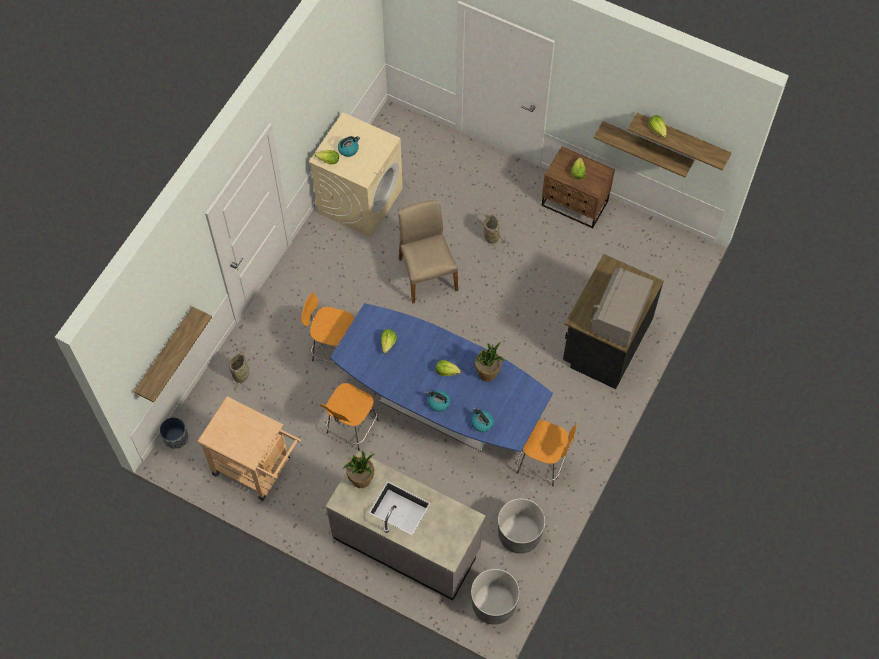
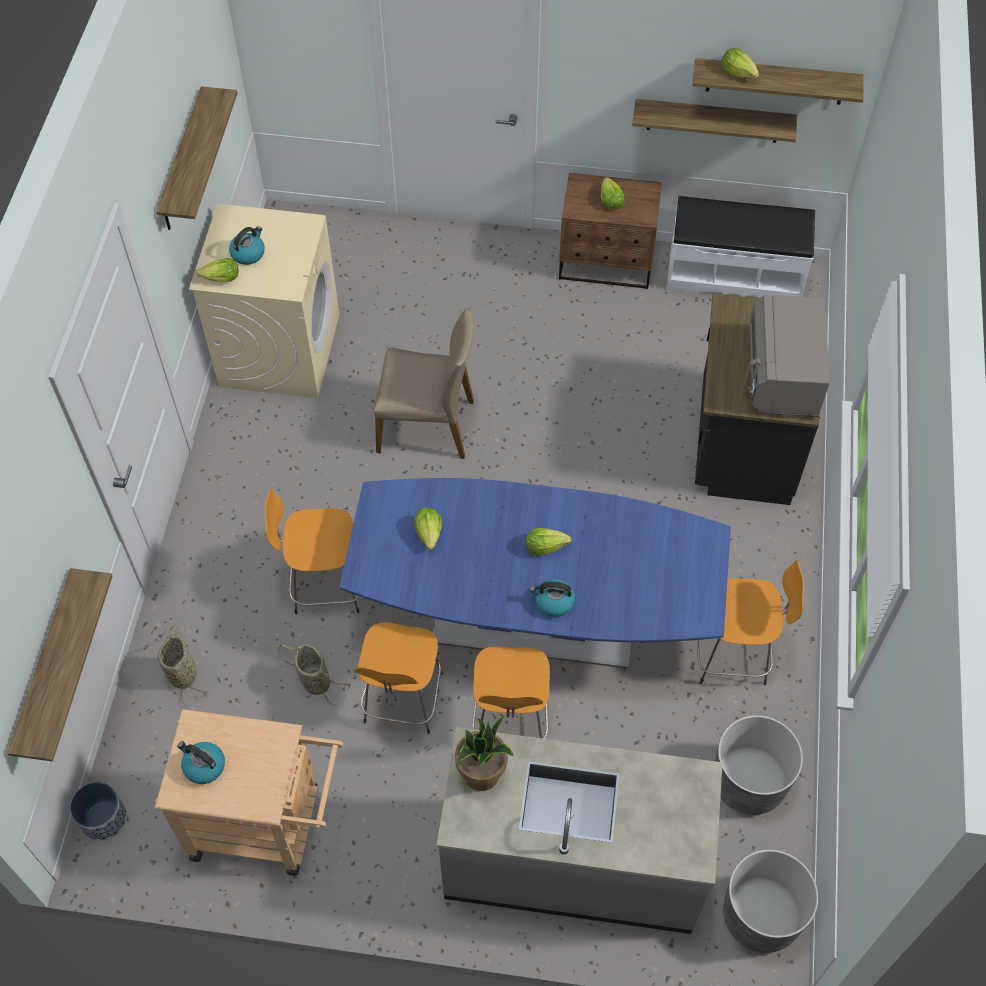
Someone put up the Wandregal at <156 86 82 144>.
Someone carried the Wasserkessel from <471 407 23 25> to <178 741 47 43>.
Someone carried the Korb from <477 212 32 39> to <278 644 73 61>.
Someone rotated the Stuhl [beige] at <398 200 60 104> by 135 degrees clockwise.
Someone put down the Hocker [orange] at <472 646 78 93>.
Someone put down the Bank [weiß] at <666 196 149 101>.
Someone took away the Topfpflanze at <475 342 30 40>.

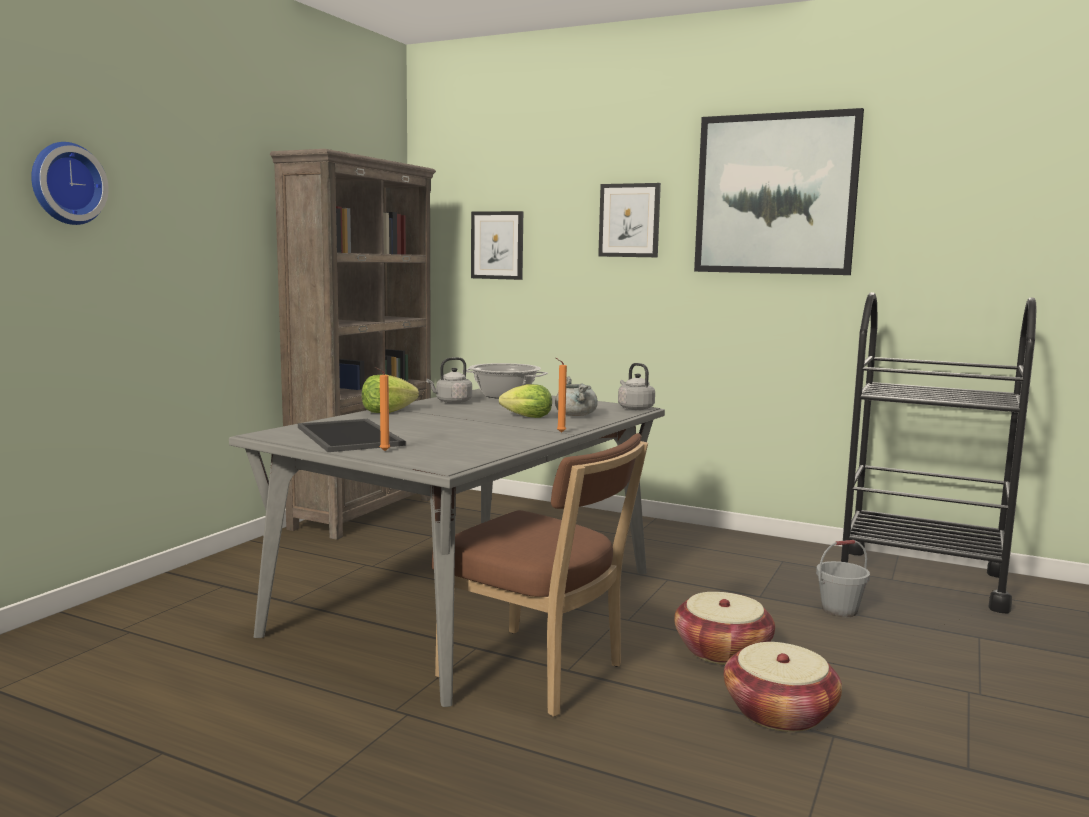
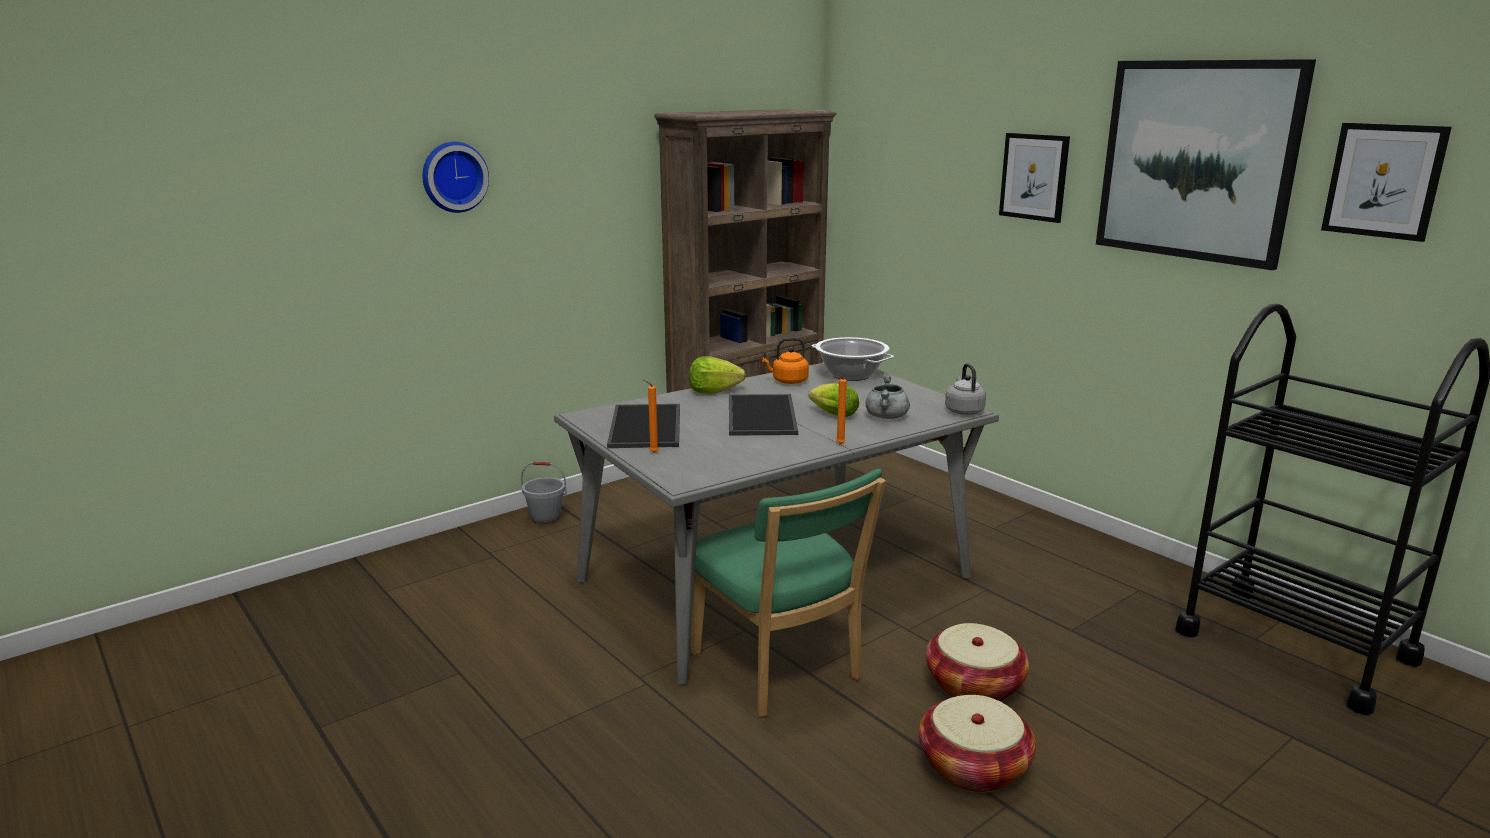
Someone carried the Eimer [grau] from <816 540 54 77> to <521 462 46 62>.
Someone repainted the Stuhl [braun] at <431 433 217 284>, which became the Stuhl [grün] at <691 469 195 248>.
Someone put down the Tablett at <729 394 69 42>.
Someone repainted the Wasserkessel [grau] at <426 357 46 47>, which became the Wasserkessel [orange] at <762 338 47 46>.
Someone carried the Bild from <471 211 52 69> to <1321 123 131 119>.

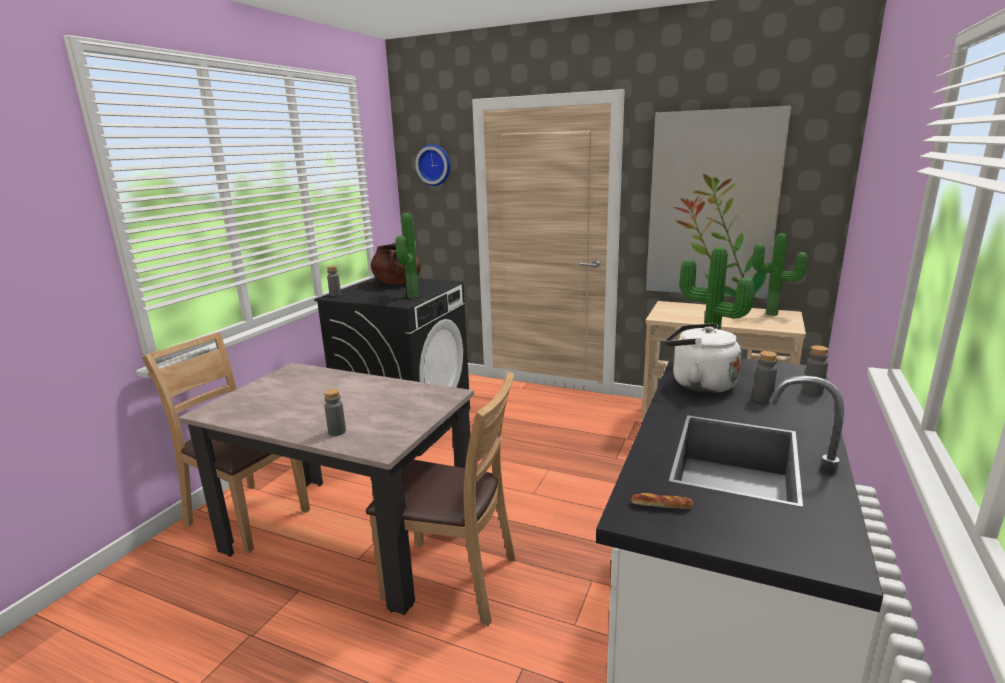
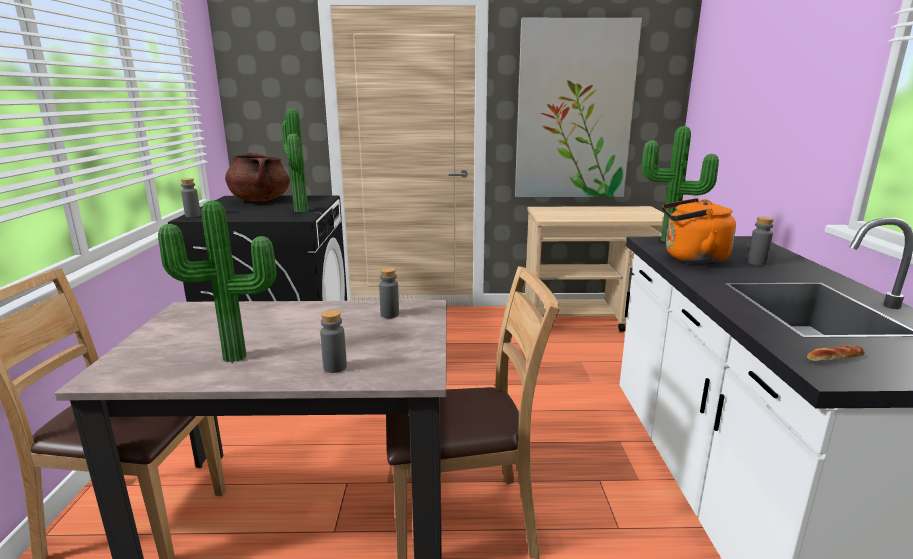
Someone carried the Topfpflanze from <752 233 56 83> to <158 201 119 161>.
Someone carried the Flasche [grau] from <803 345 25 51> to <379 267 20 51>.
Someone repainted the Wasserkessel [weiß] at <665 323 76 70>, which became the Wasserkessel [orange] at <662 198 74 66>.
Someone took away the Wanduhr at <415 144 35 42>.

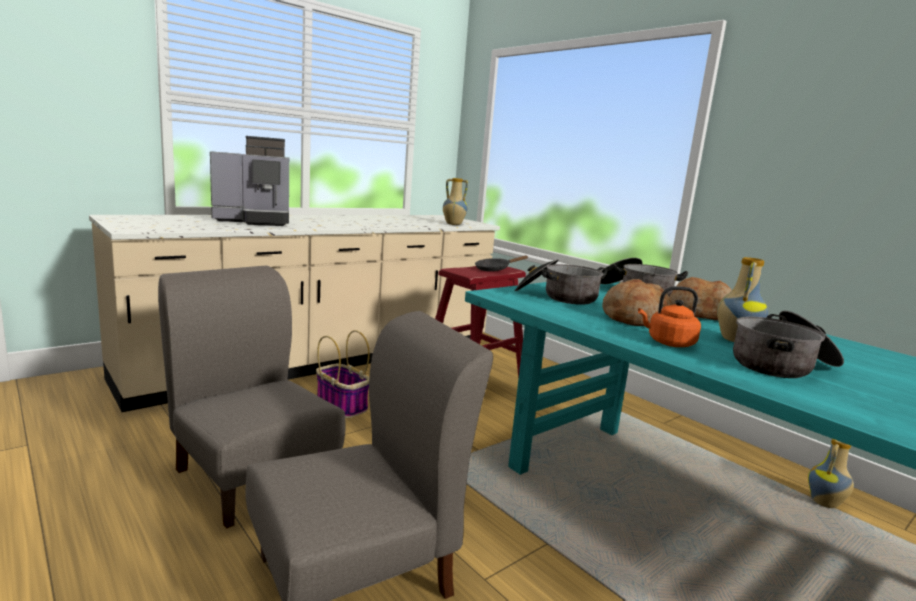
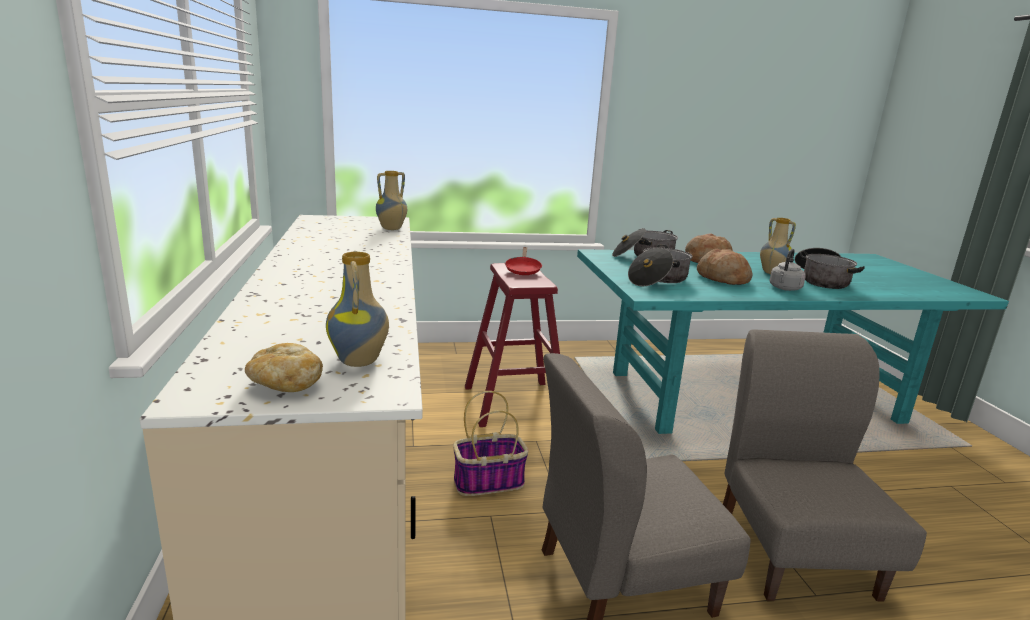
Someone put down the Brot at <245 343 78 49>.
Someone carried the Vase from <808 439 46 69> to <326 251 63 116>.
Someone repainted the Pfanne [schwarz] at <475 256 53 15>, which became the Pfanne [rot] at <505 247 38 28>.
Someone repainted the Wasserkessel [orange] at <638 286 63 61>, which became the Wasserkessel [grau] at <769 249 37 42>.
Someone took away the Kaffeemaschine at <210 136 79 90>.

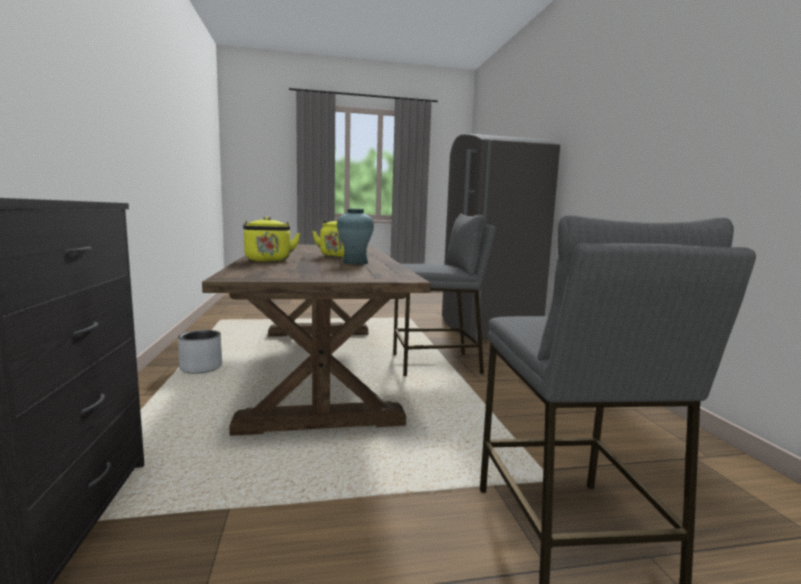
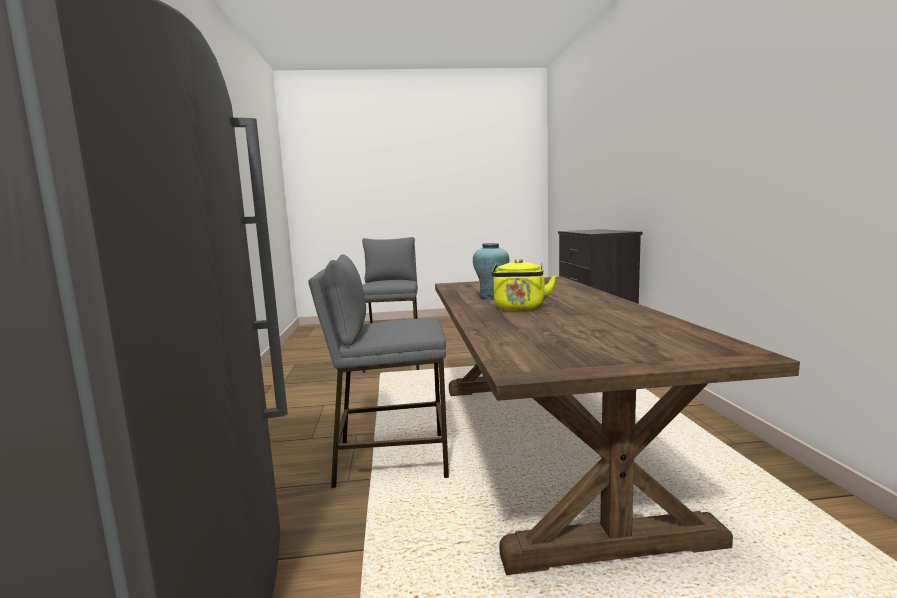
Someone took away the Pflanzkübel [grau] at <178 330 44 44>.
Someone took away the Wasserkessel [gelb] at <243 217 57 45>.

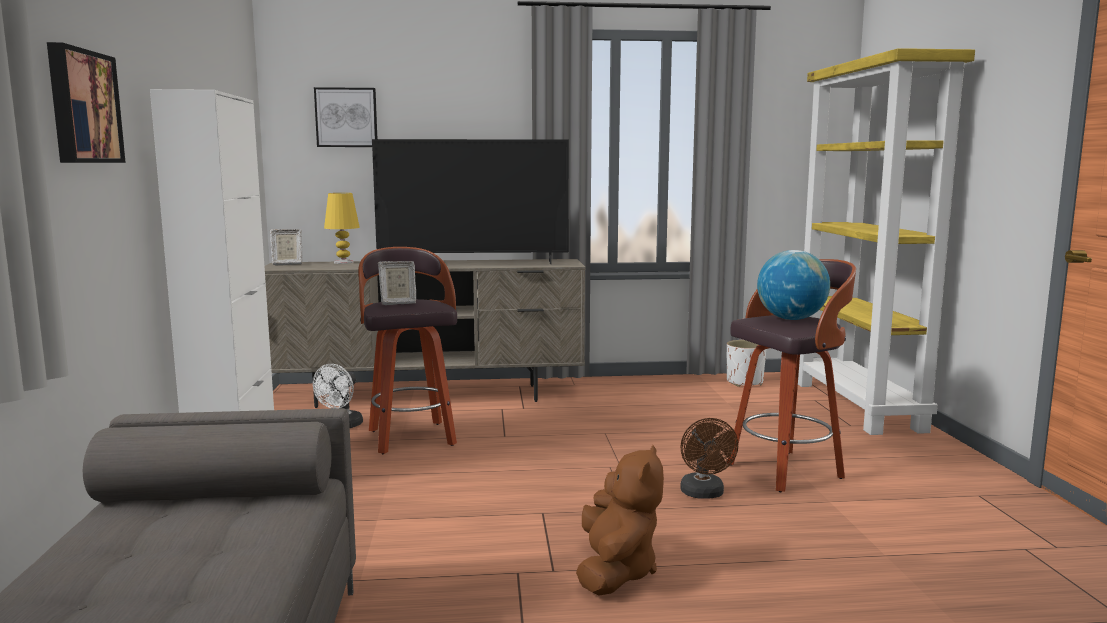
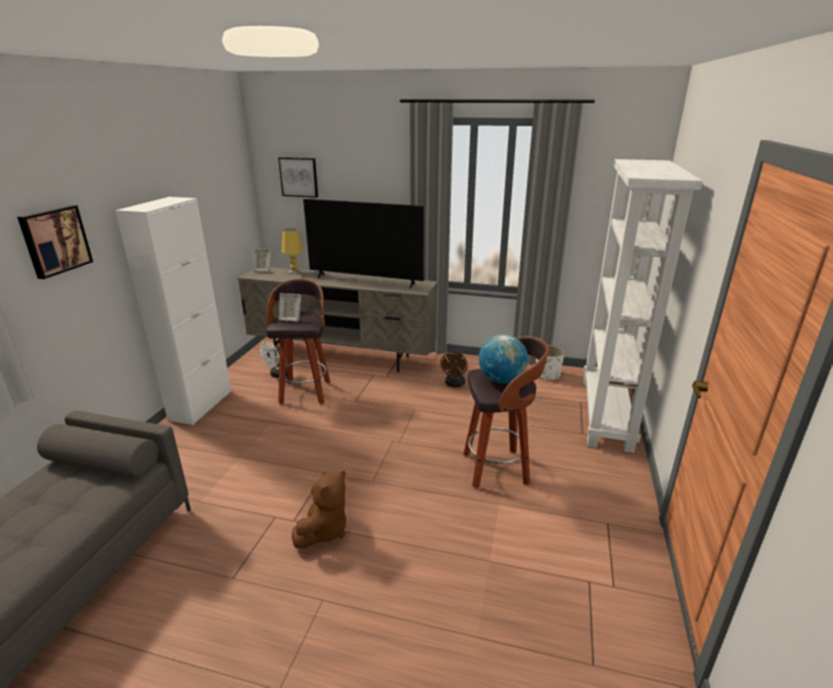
Someone carried the Ventilator [braun] from <680 418 58 81> to <440 351 28 36>.
Someone repainted the Bücherregal [gelb] at <798 48 177 387>, which became the Bücherregal [weiß] at <583 159 120 294>.

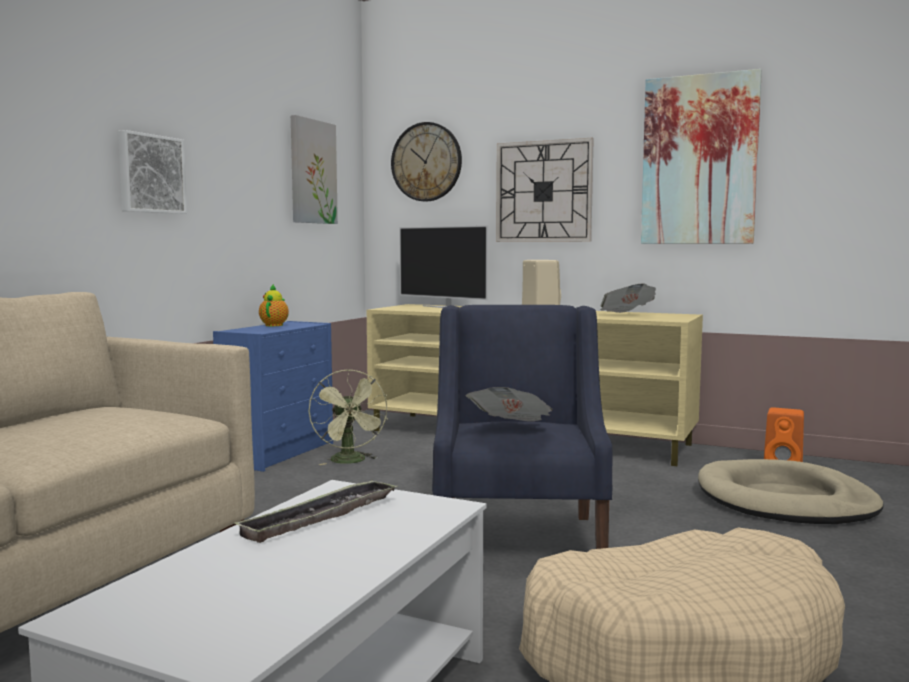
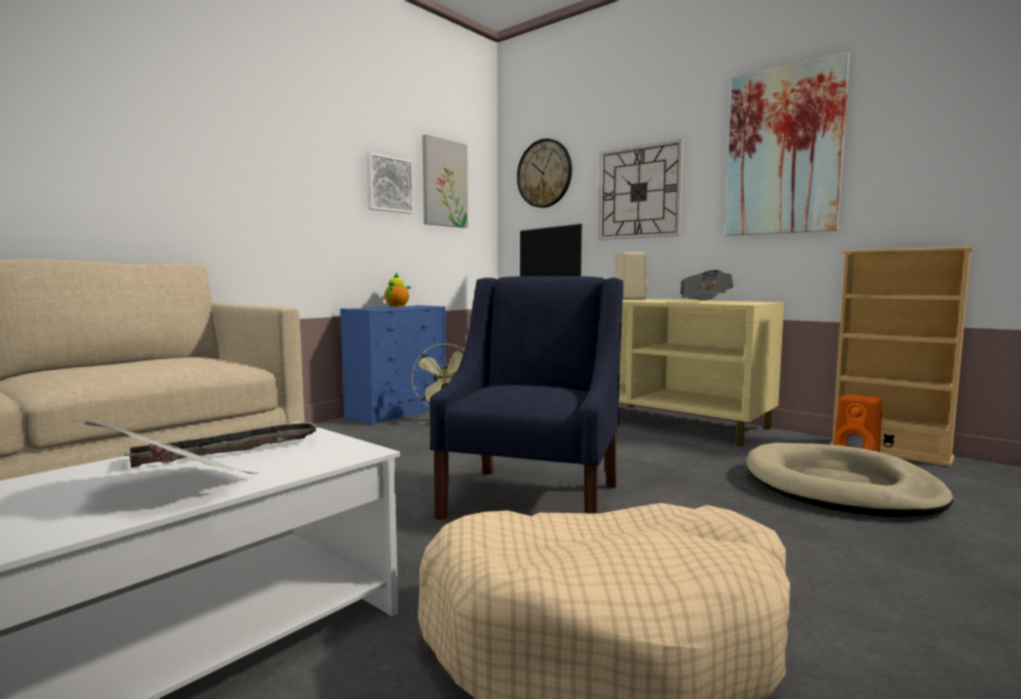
Someone carried the Zeitung from <466 387 87 34> to <77 420 176 54>.
Someone carried the Bild from <118 130 69 84> to <366 153 48 61>.
Someone put down the Bücherregal [beige] at <830 247 144 220>.

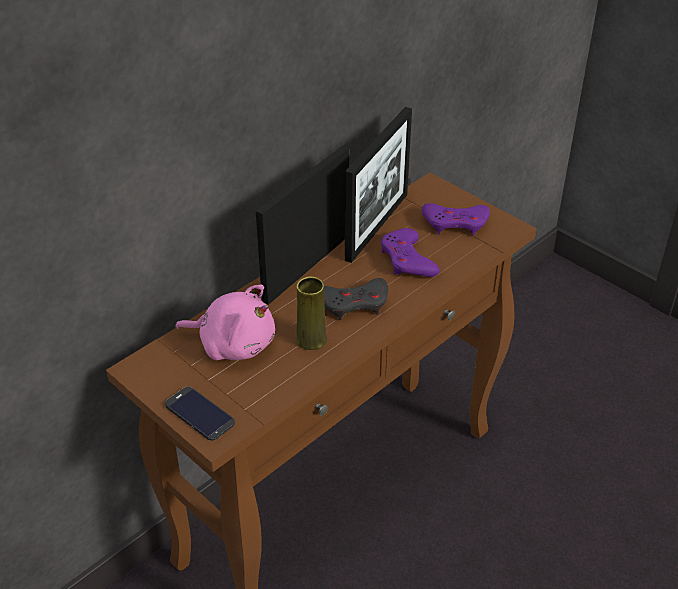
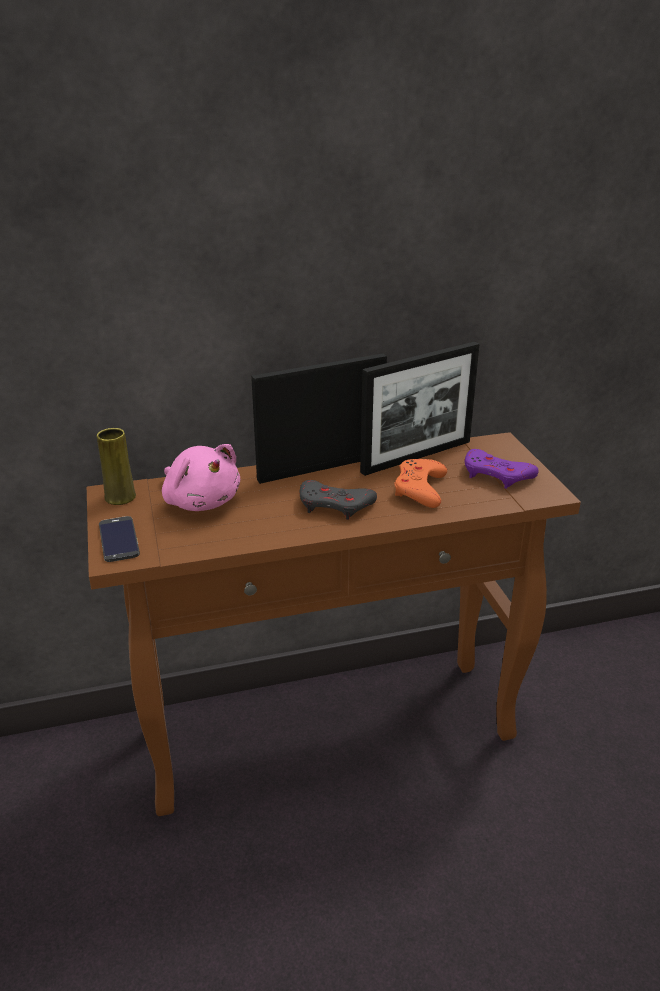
Someone carried the Vase [gelb] from <296 277 31 73> to <97 428 39 77>.
Someone repainted the Gamepad [lila] at <381 228 59 49>, which became the Gamepad [orange] at <395 459 52 49>.

